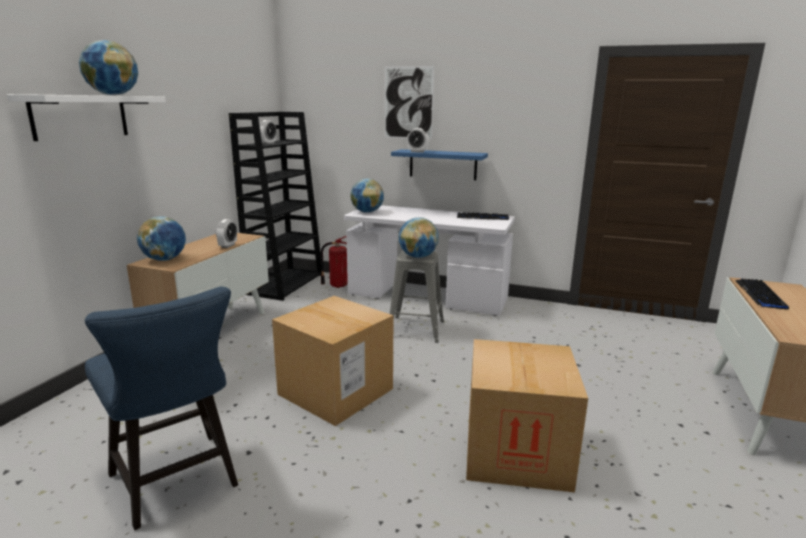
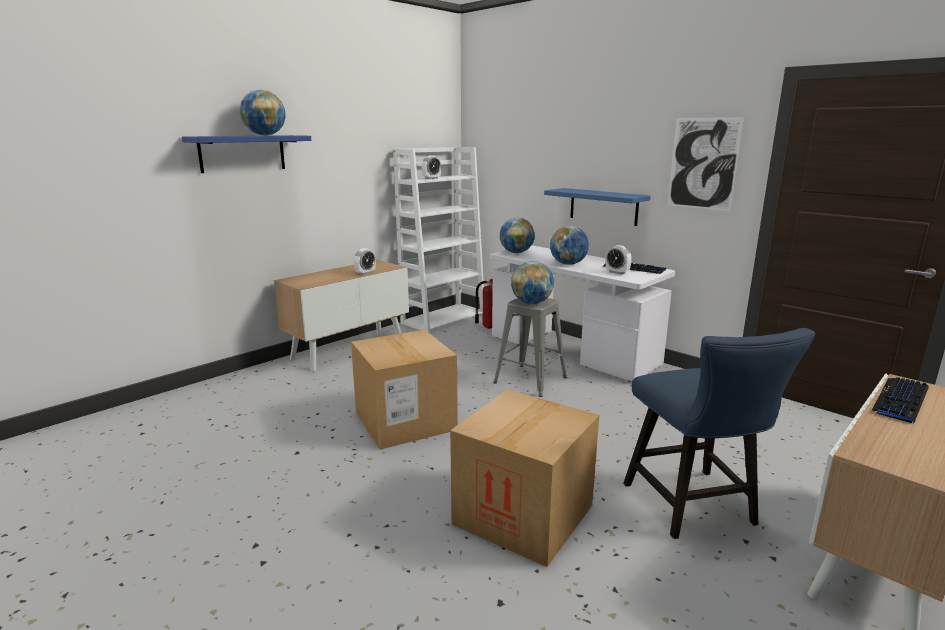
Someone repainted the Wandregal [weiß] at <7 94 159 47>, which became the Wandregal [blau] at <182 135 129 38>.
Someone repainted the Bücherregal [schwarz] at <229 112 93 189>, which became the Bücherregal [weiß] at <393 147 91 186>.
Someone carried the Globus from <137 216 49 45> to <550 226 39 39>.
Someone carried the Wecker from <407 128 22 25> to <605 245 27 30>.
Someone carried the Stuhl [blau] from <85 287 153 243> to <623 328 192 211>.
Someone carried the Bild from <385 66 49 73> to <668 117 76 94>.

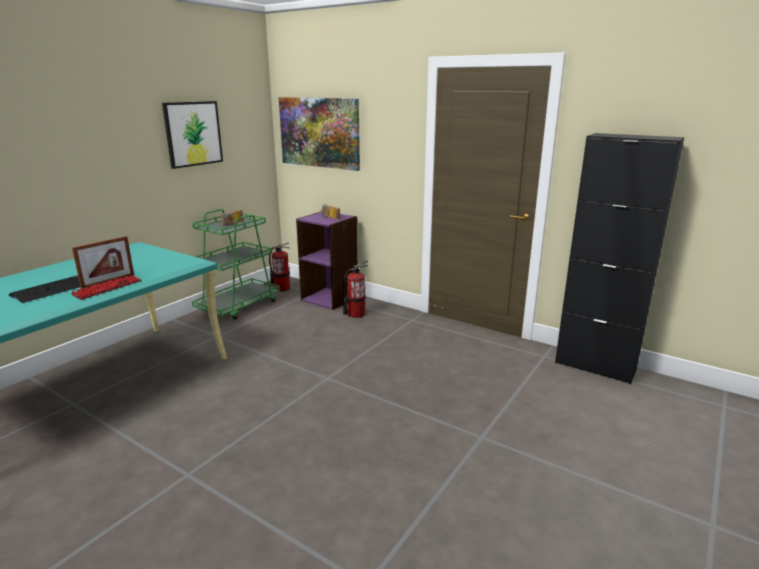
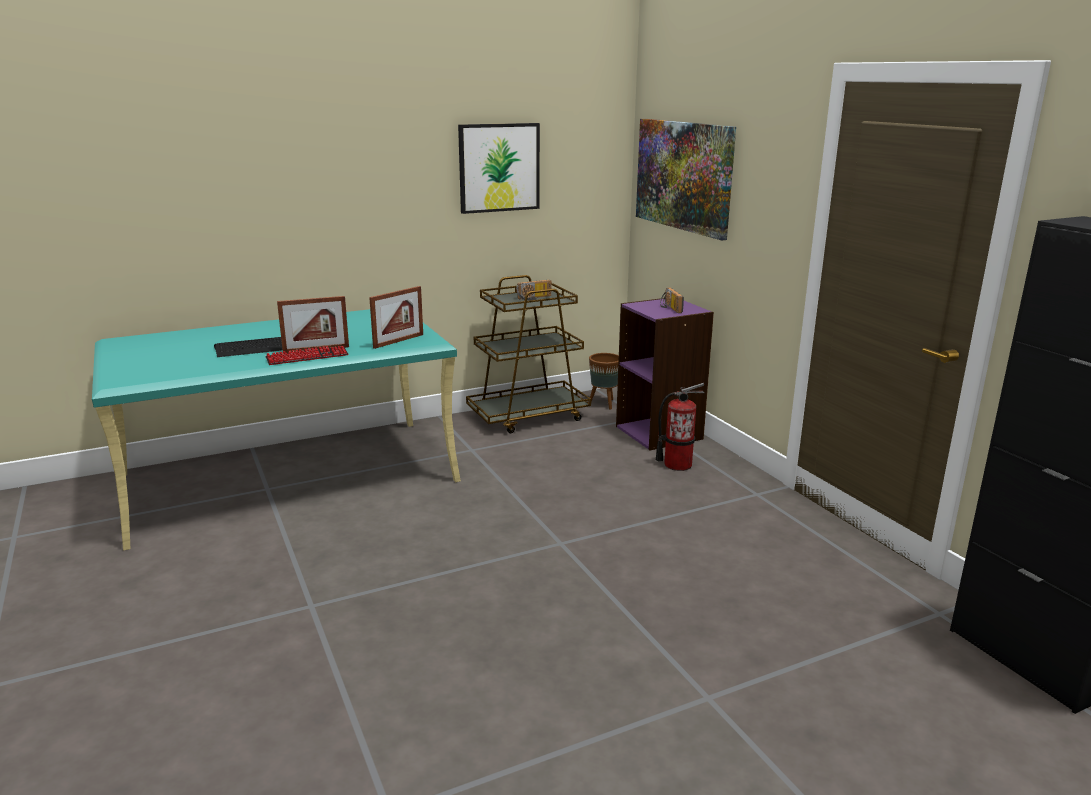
Someone put down the Bilderrahmen at <369 286 54 63>.
Someone repainted the Rollwagen [grün] at <192 209 88 111>, which became the Rollwagen [braun] at <466 275 125 158>.
Someone swapped the Feuerlöscher at <269 242 21 50> for the Pflanzkübel [braun] at <588 353 31 57>.

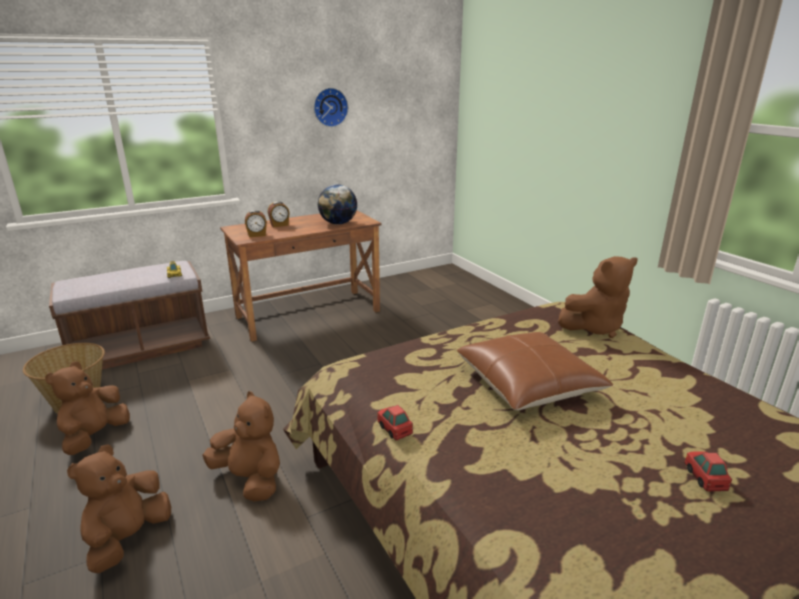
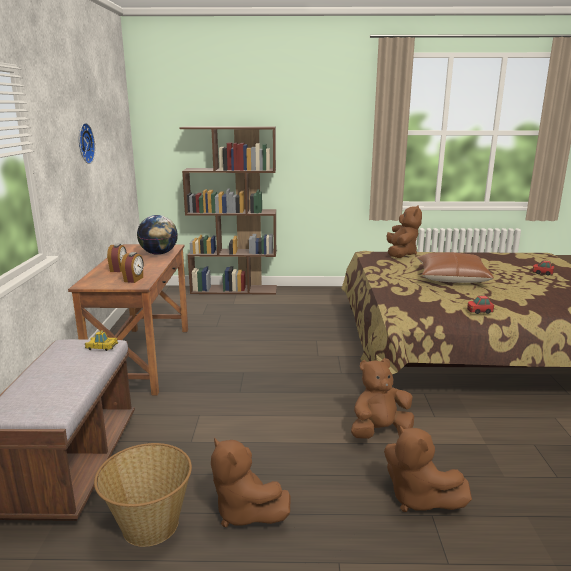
Someone put down the Bücherregal [braun] at <179 126 98 168>.

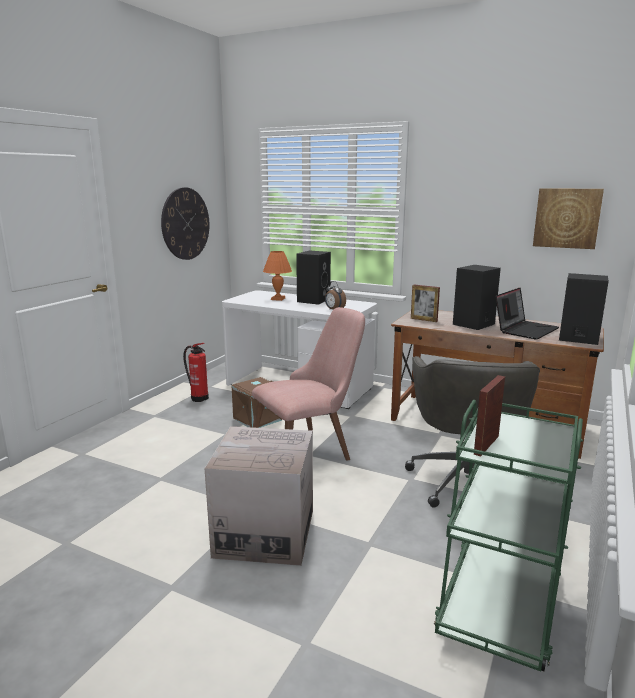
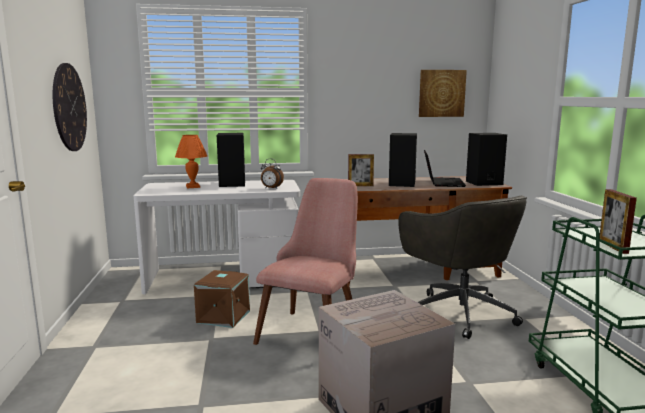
Someone took away the Feuerlöscher at <183 343 26 59>.

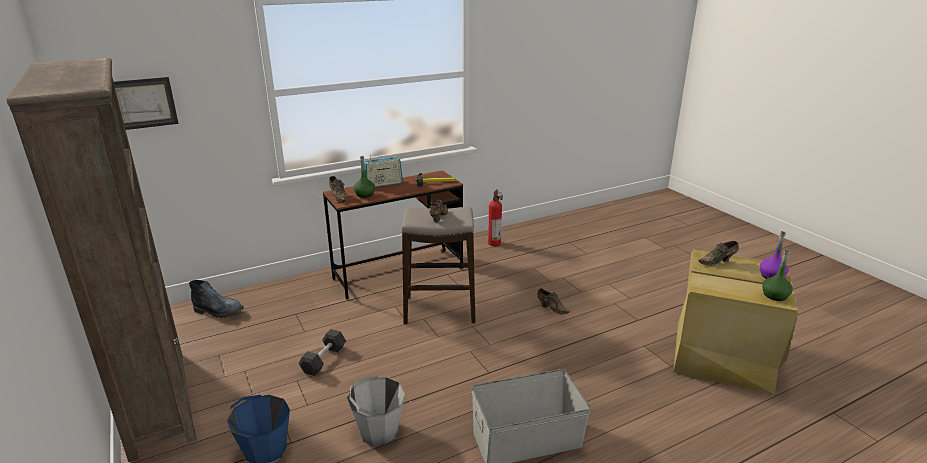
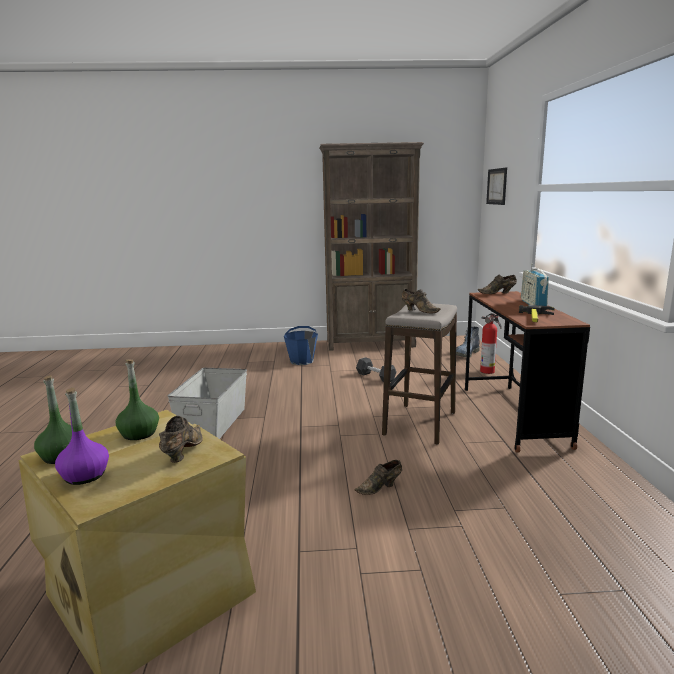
Someone carried the Flasche [grün] from <354 156 21 42> to <116 359 43 81>.
Someone carried the Feuerlöscher from <488 189 15 57> to <480 313 22 61>.
Someone took away the Eimer [grau] at <347 376 58 70>.

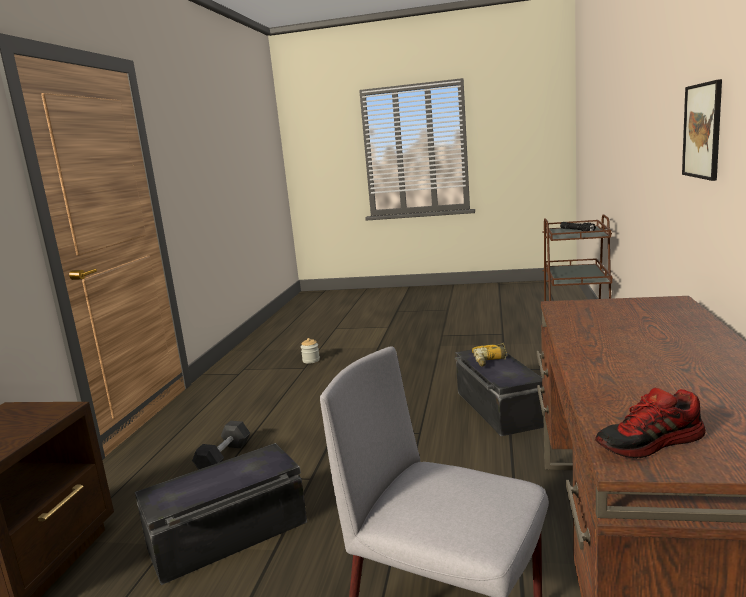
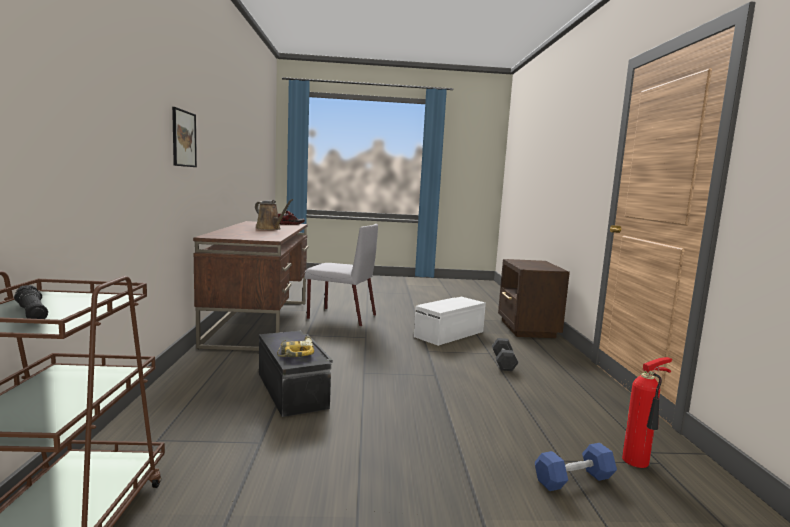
Someone put down the Gießkanne [braun] at <255 199 38 31>.
Someone repainted the Aufbewahrungsbox [schwarz] at <135 443 172 142>, which became the Aufbewahrungsbox [weiß] at <414 297 72 49>.
Someone swapped the Vorratsglas at <301 338 19 26> for the Hantel [blau] at <535 443 82 48>.
Someone put down the Feuerlöscher at <622 357 50 111>.

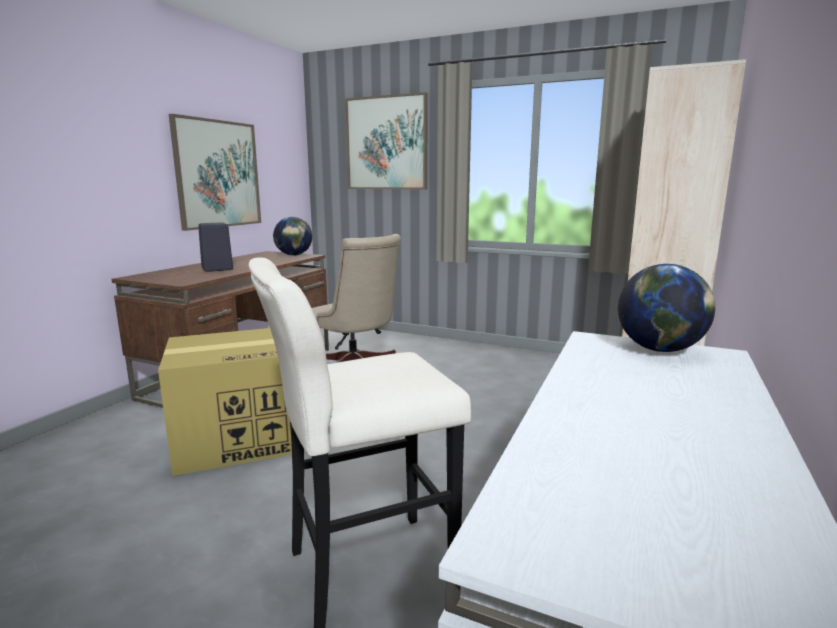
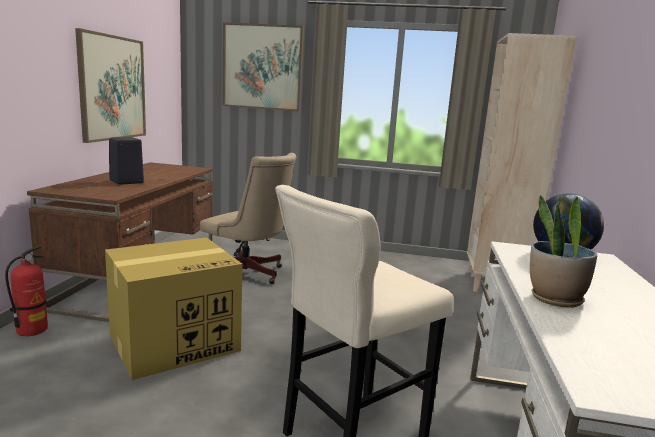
Someone put down the Feuerlöscher at <5 246 43 90>.
Someone put down the Topfpflanze at <530 195 67 113>.
Someone took away the Globus at <273 217 39 39>.

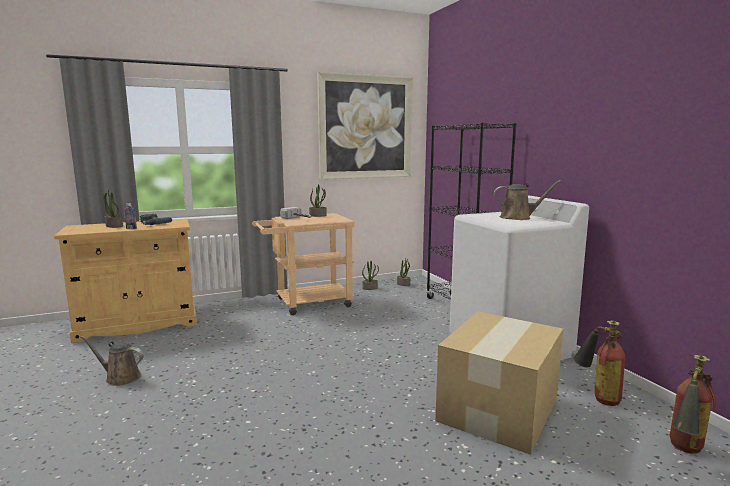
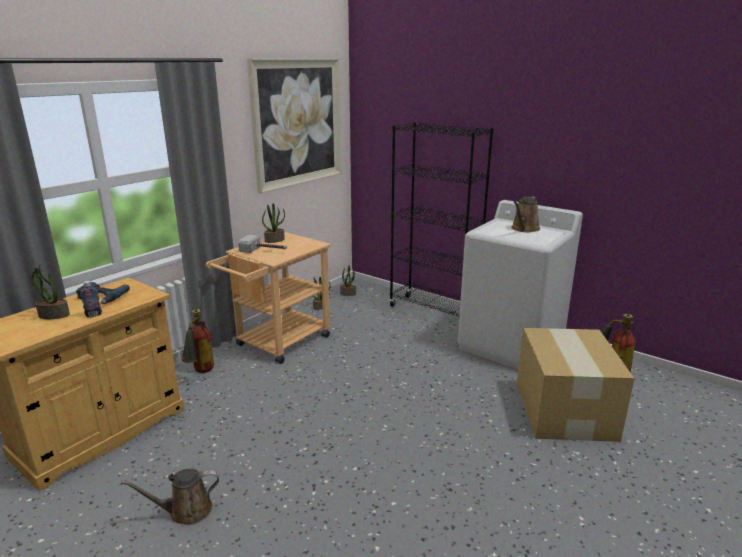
Someone carried the Feuerlöscher from <670 355 46 99> to <182 309 32 64>.
Someone rotated the Gießkanne [braun] at <494 180 68 40> by 150 degrees clockwise.

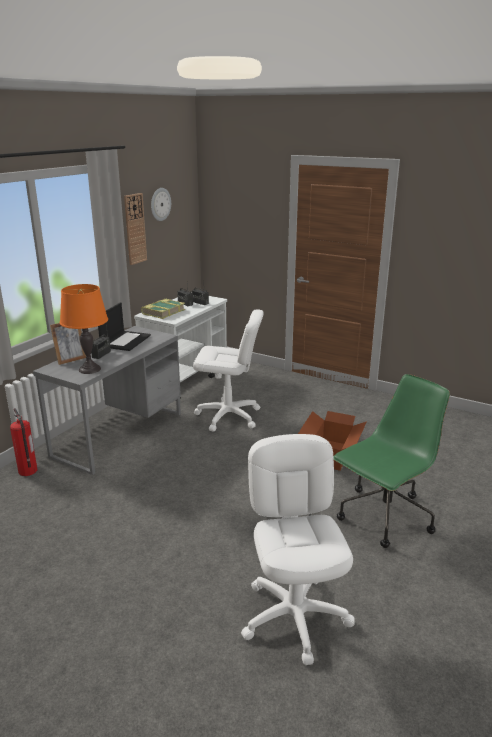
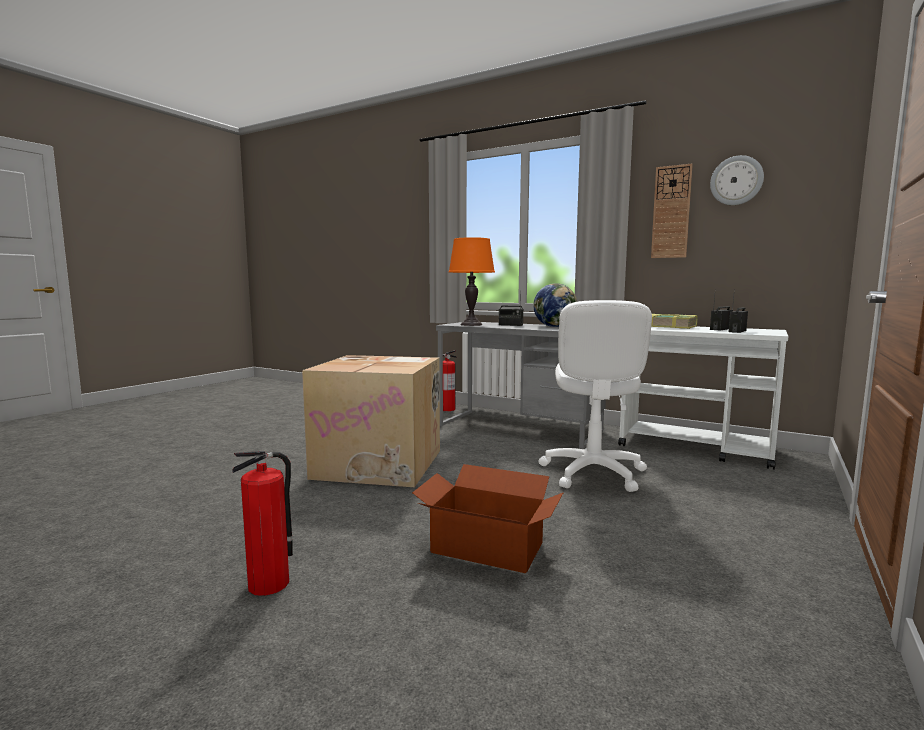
Someone swapped the Bürostuhl [grün] at <333 374 117 174> for the Feuerlöscher at <232 451 61 145>.
Someone put down the Karton at <302 355 138 132>.
Someone swapped the Laptop at <98 302 53 49> for the Globus at <533 283 44 44>.
Someone took away the Bilderrahmen at <50 323 36 42>.
Someone took away the Bürostuhl [weiß] at <241 434 114 231>.

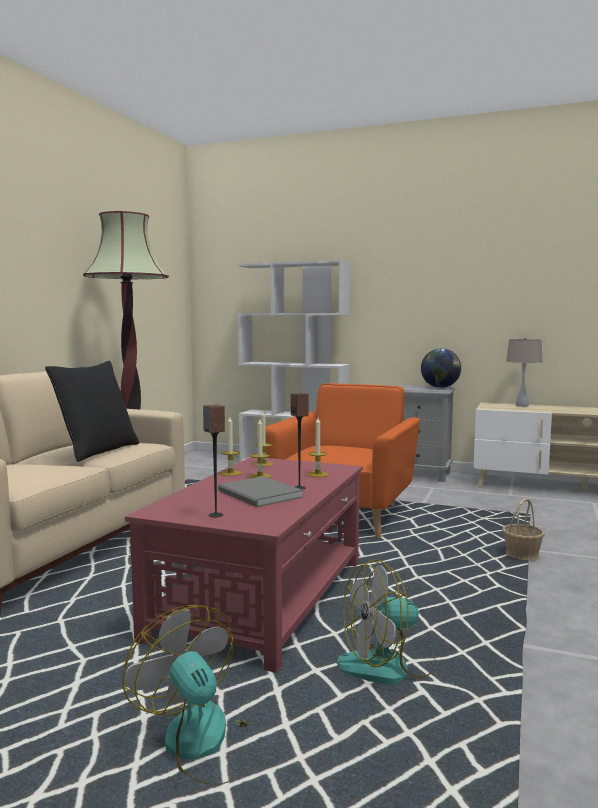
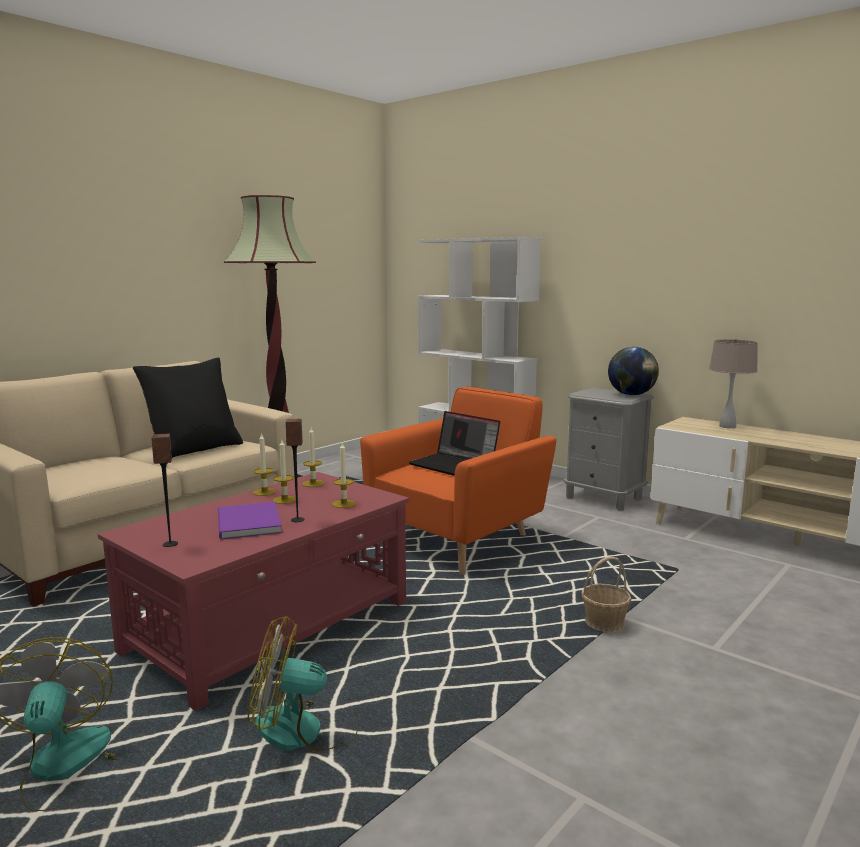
Someone repainted the Buch [grau] at <218 476 85 31>, which became the Buch [lila] at <218 502 64 37>.
Someone put down the Laptop at <409 411 91 65>.

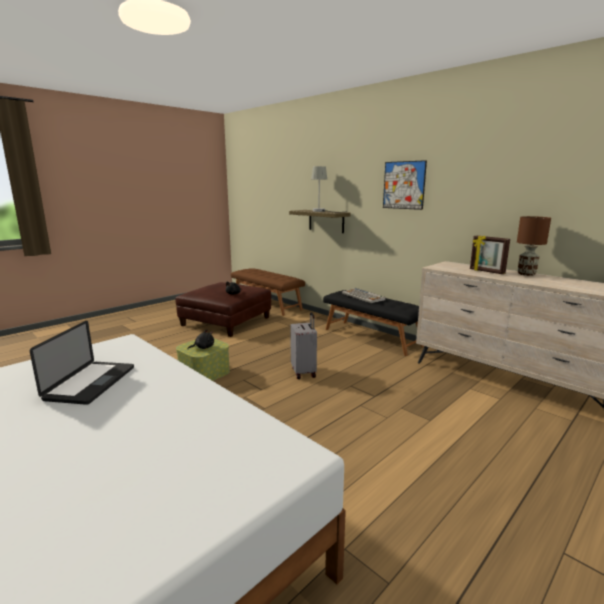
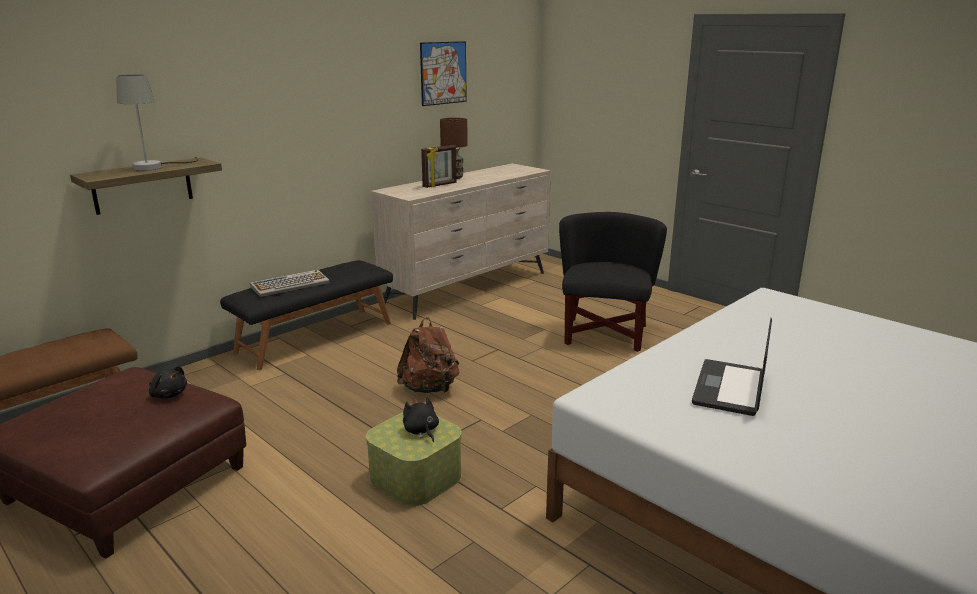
Someone swapped the Koffer [grau] at <290 312 27 67> for the Rucksack [braun] at <397 317 63 76>.
Someone carried the Bild from <383 160 44 50> to <420 41 47 65>.
Someone put down the Sessel [schwarz] at <559 212 108 140>.
Someone rotated the Laptop at <30 321 104 84> by 75 degrees counterclockwise.

